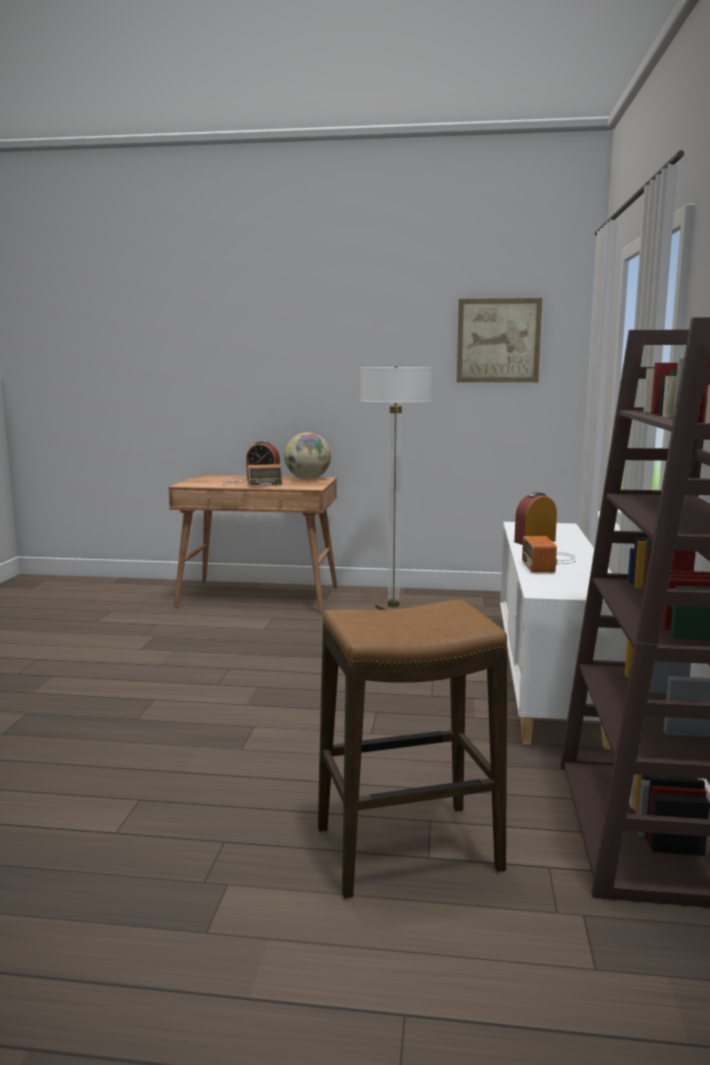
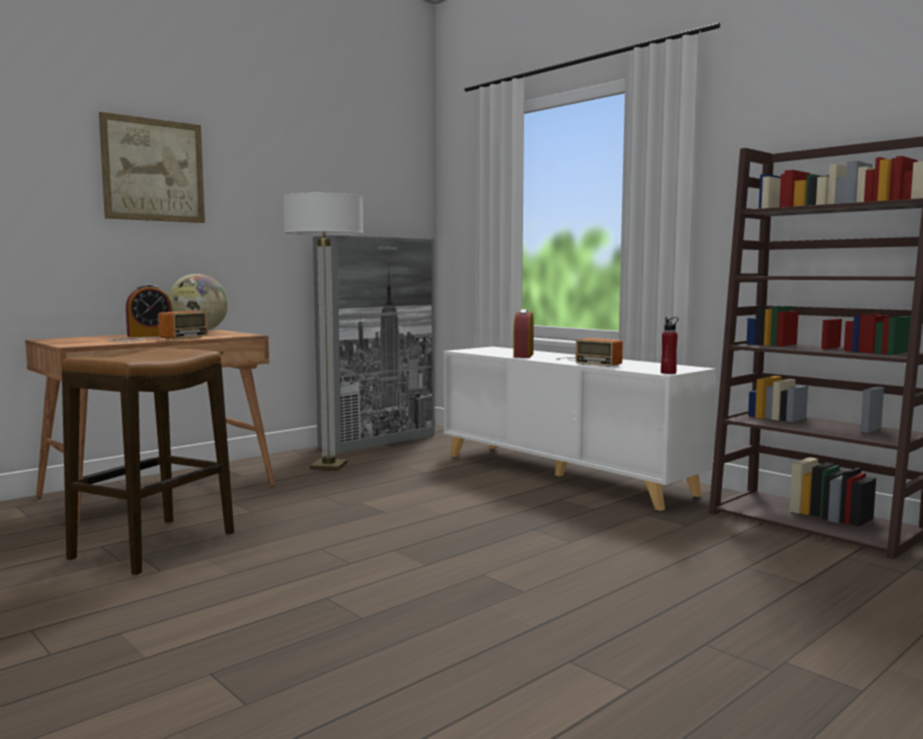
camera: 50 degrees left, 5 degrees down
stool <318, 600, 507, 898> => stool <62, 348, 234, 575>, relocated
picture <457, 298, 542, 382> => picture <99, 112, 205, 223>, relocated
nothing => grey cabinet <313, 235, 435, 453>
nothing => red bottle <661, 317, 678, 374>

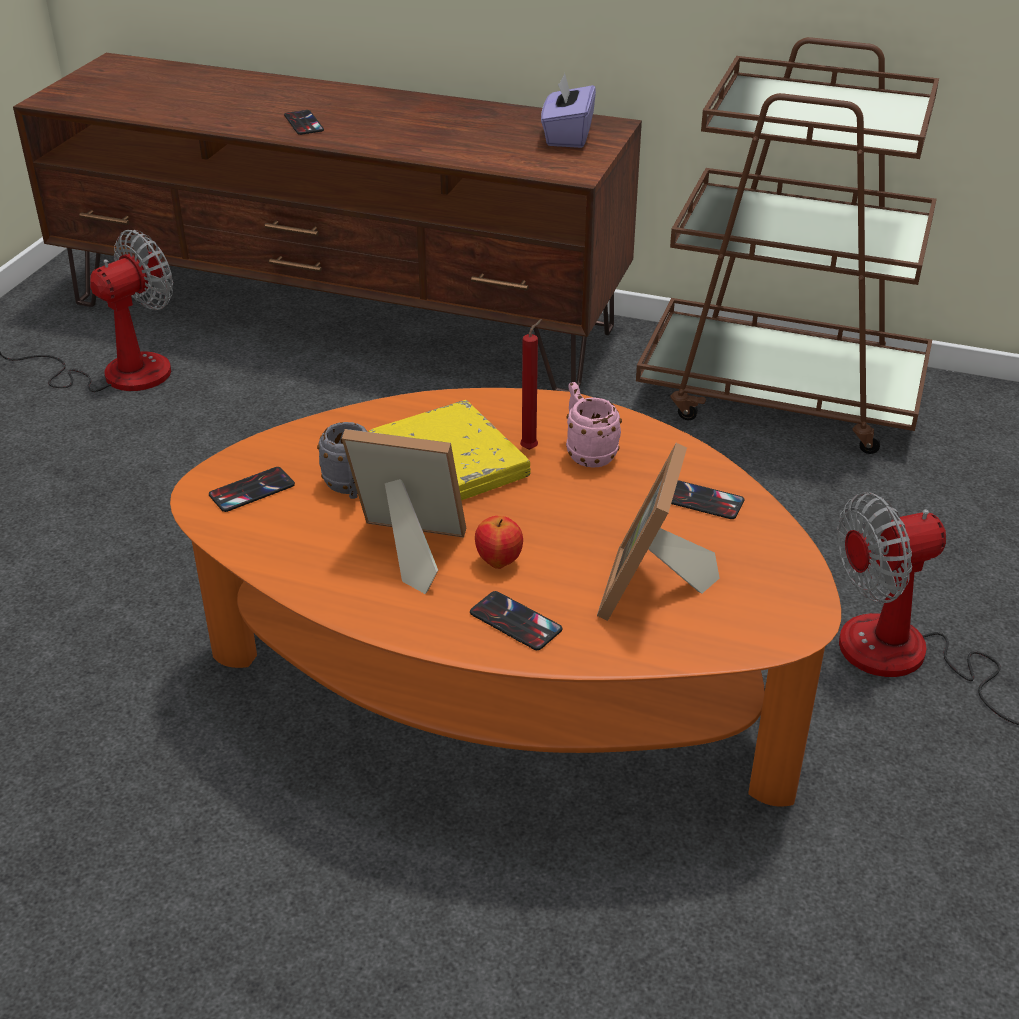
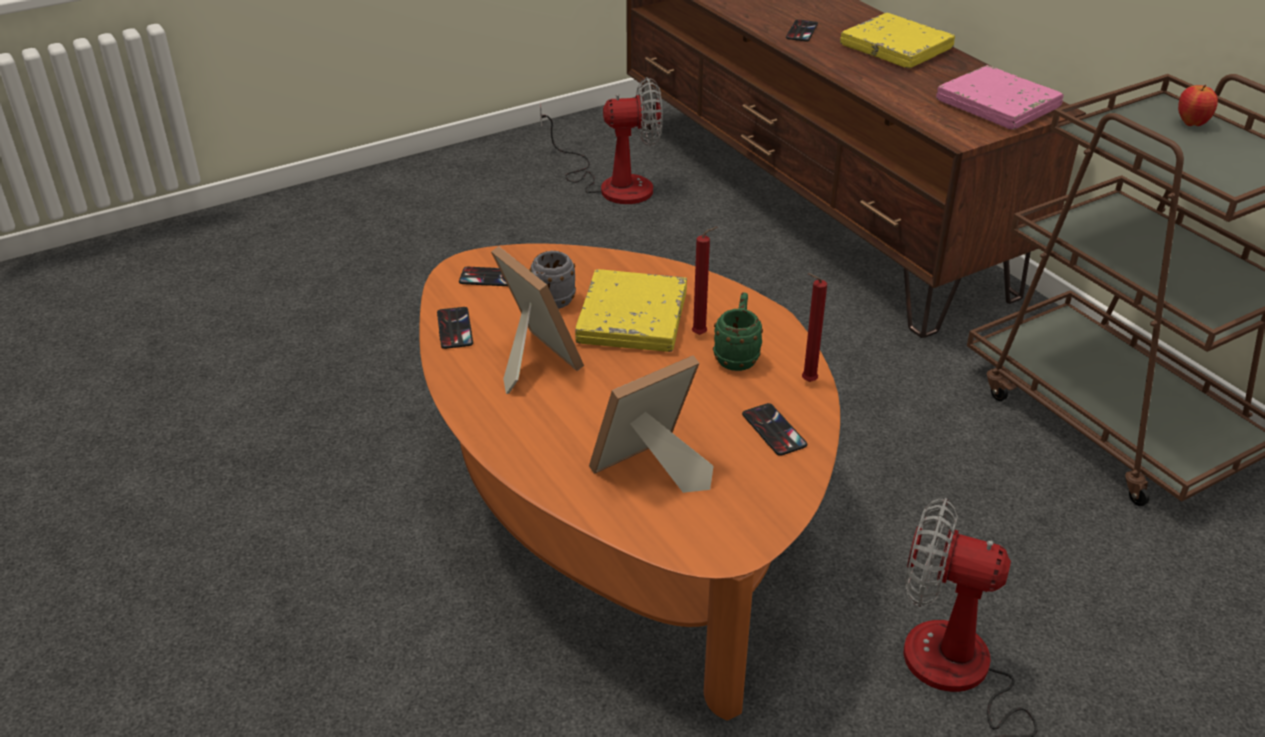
camera: 40 degrees right, 0 degrees up
phone <470, 591, 562, 650> => phone <437, 307, 473, 349>, relocated
pink mug <566, 382, 622, 468> => green mug <713, 292, 763, 371>
nothing => red candle <802, 273, 827, 382>
nothing => yellow book <840, 13, 955, 69>
purple tissue box <541, 73, 596, 148> => pink book <936, 65, 1064, 130>
apple <475, 516, 523, 569> => apple <1178, 84, 1218, 126>, relocated

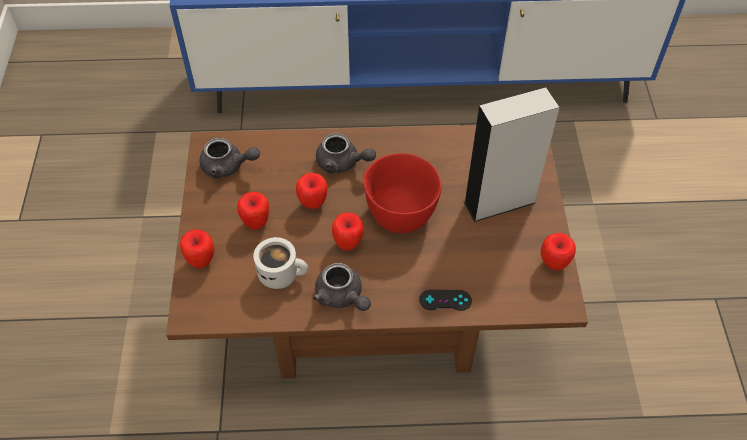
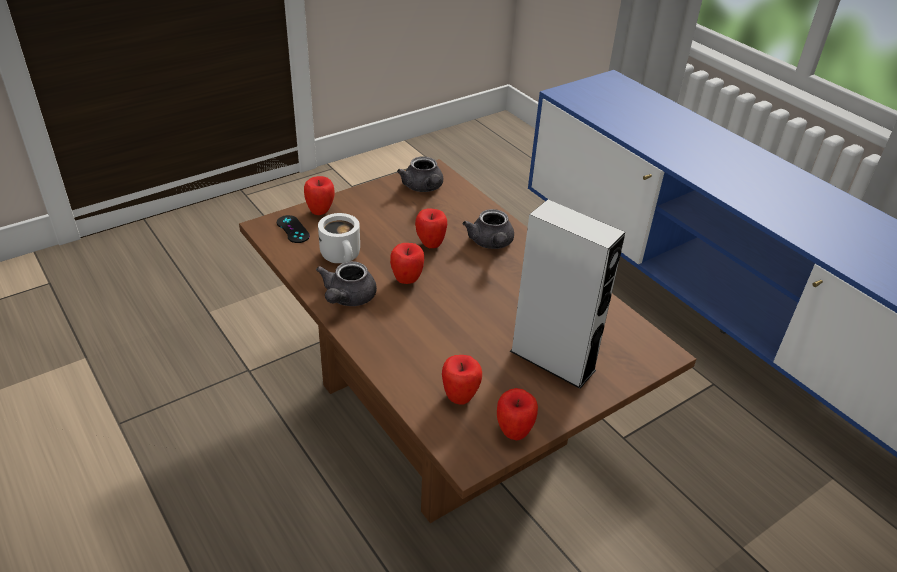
camera: 55 degrees right, 15 degrees down
black game controller <419, 290, 472, 311> => black game controller <277, 215, 310, 243>, relocated
apple <237, 192, 269, 230> => apple <442, 355, 482, 404>, relocated
red bowl <363, 153, 441, 233> => nothing

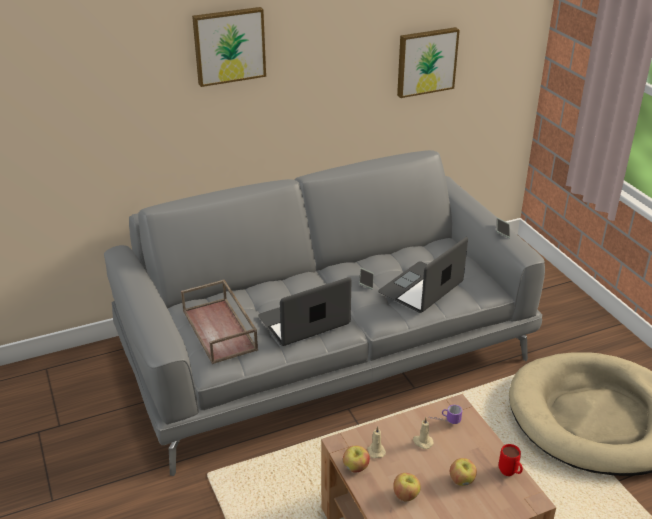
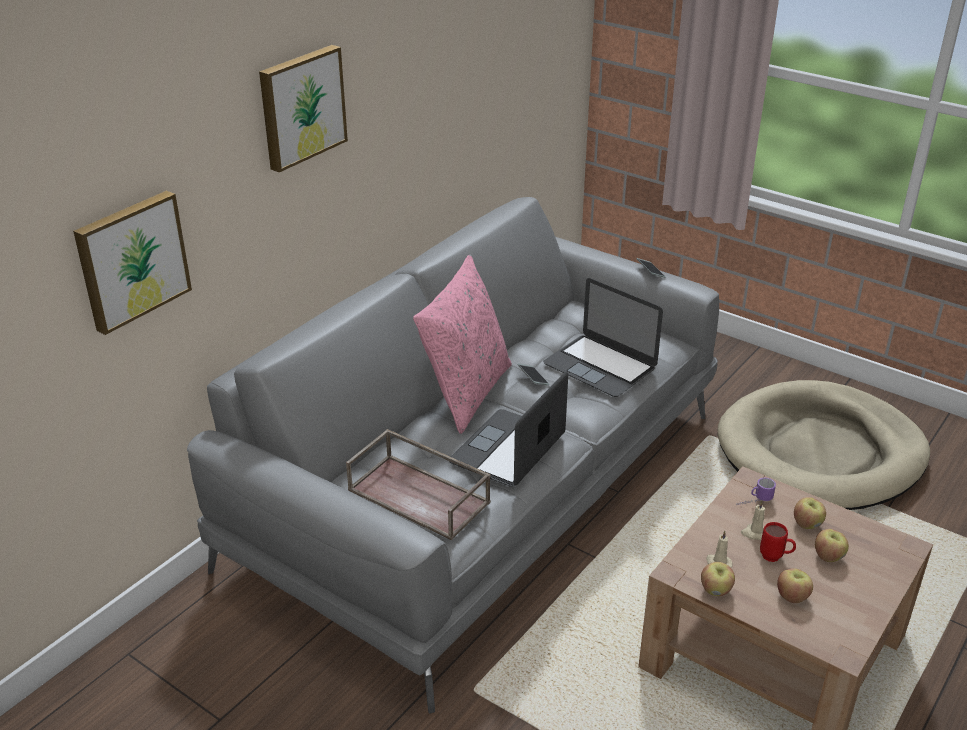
camera: 30 degrees left, 0 degrees up
picture <397, 27, 460, 98> => picture <73, 191, 192, 335>, relocated
nothing => pink pillow <413, 255, 512, 434>
laptop <378, 237, 468, 313> => laptop <543, 278, 663, 397>, 60 degrees counterclockwise
red mug <499, 444, 523, 476> => red mug <760, 522, 796, 562>, relocated
nothing => apple <794, 497, 826, 529>

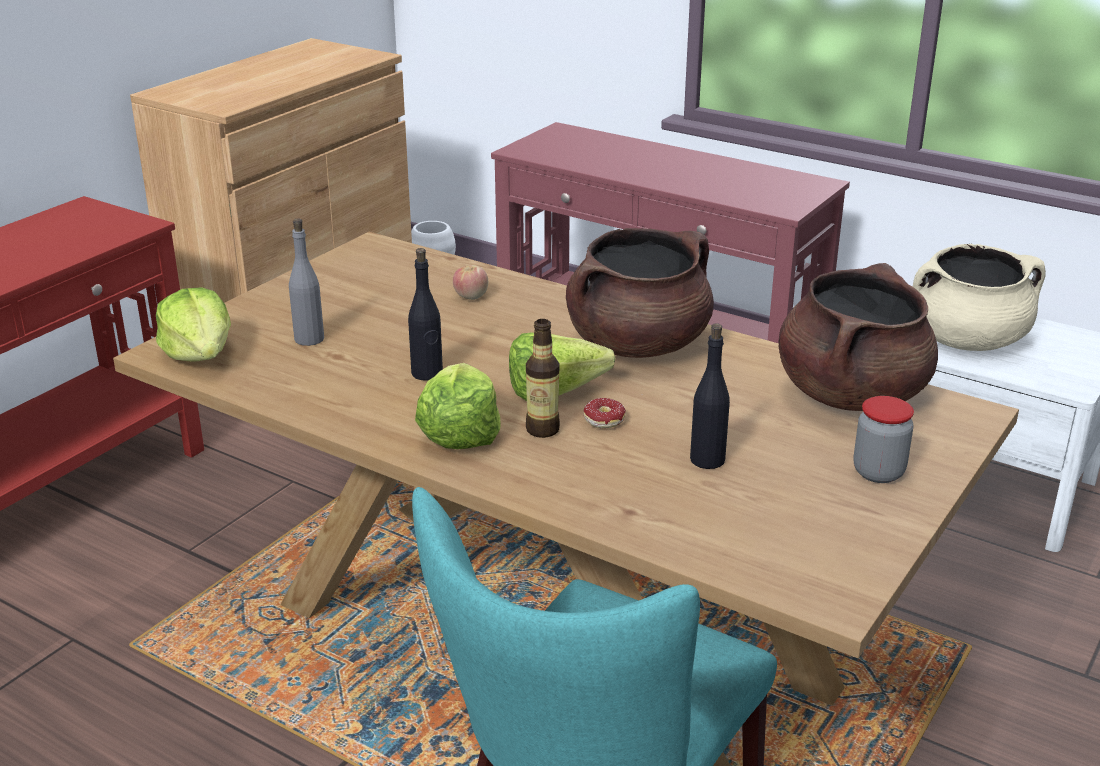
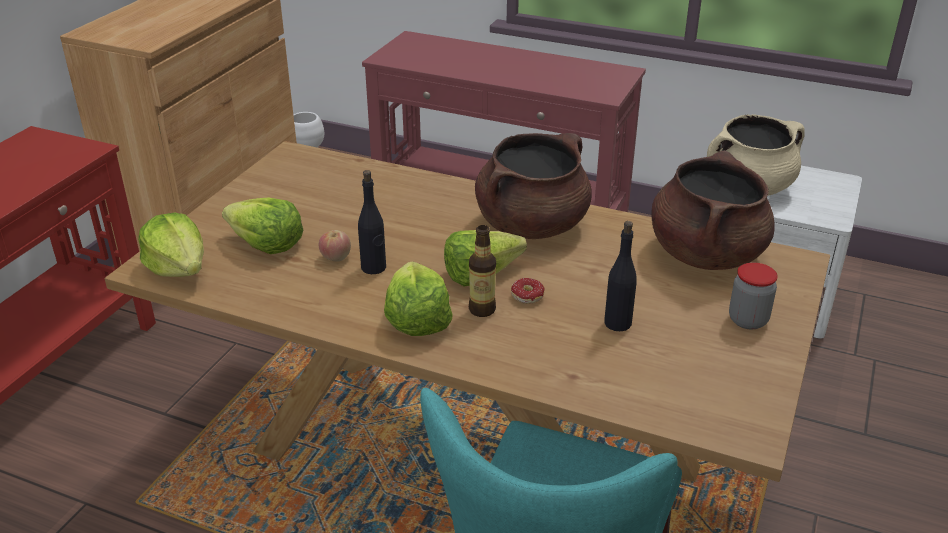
camera: 10 degrees left, 5 degrees up
grey bottle <289, 219, 324, 346> => lettuce <222, 197, 303, 254>
apple <453, 265, 488, 300> => apple <319, 230, 351, 262>, relocated

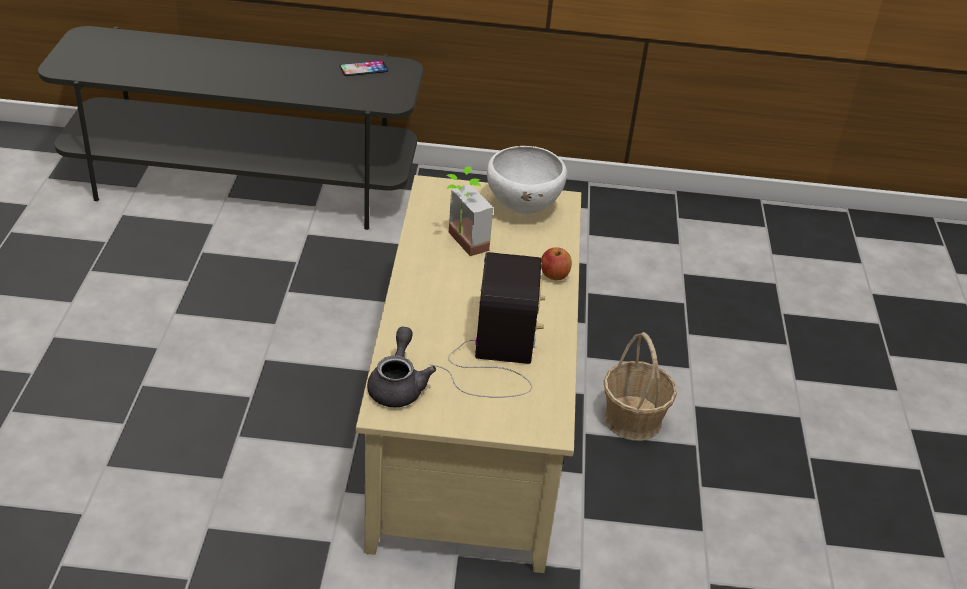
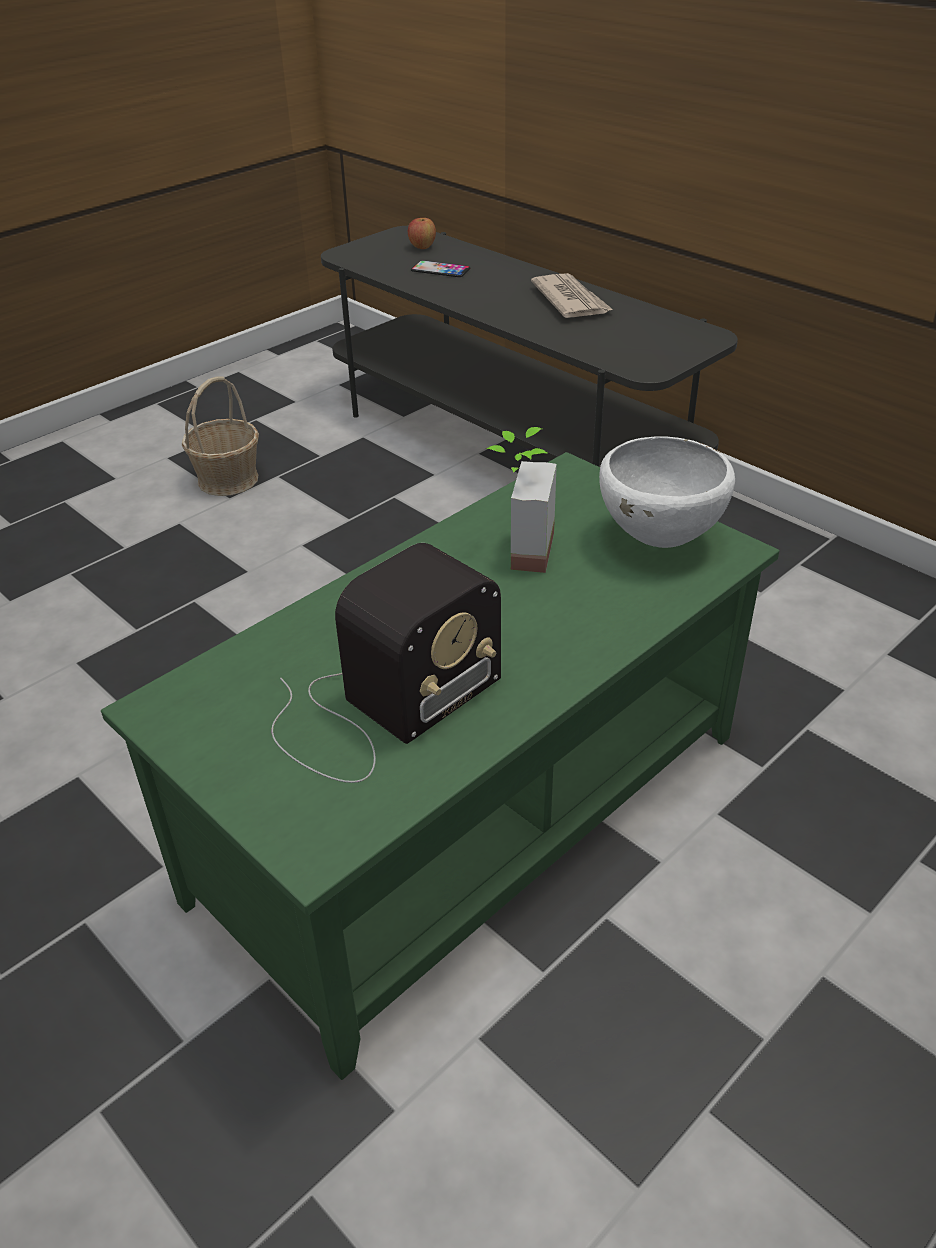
camera: 45 degrees right, 0 degrees up
beige coffee table <356, 175, 581, 573> => green coffee table <101, 452, 780, 1080>
basket <604, 332, 677, 441> => basket <182, 377, 259, 496>, relocated
apple <541, 247, 572, 280> => apple <408, 218, 436, 249>, relocated
phone <340, 60, 388, 76> => phone <411, 260, 470, 277>, relocated
nothing => newspaper <531, 273, 613, 318>
grey teapot <367, 327, 436, 407> => nothing

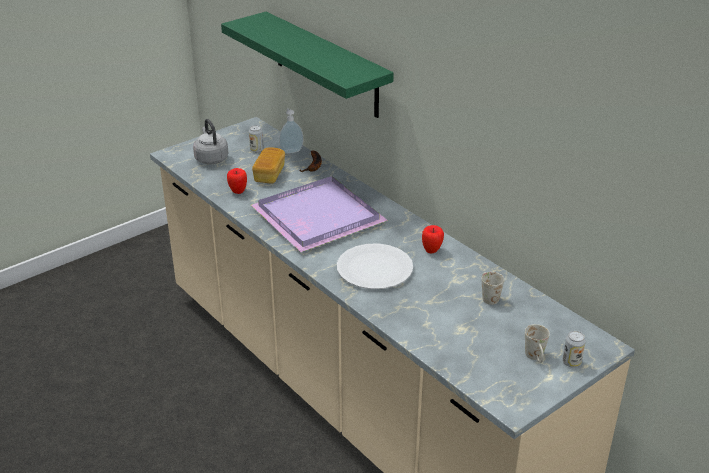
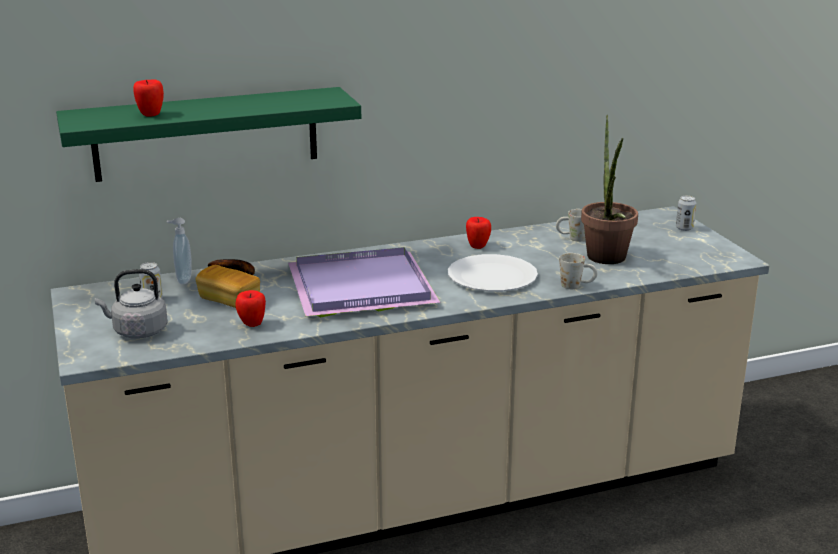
camera: 70 degrees left, 10 degrees down
nothing => apple <133, 79, 164, 117>
white mug <525, 324, 550, 363> => white mug <559, 253, 597, 289>, relocated
nothing => potted plant <581, 115, 638, 264>

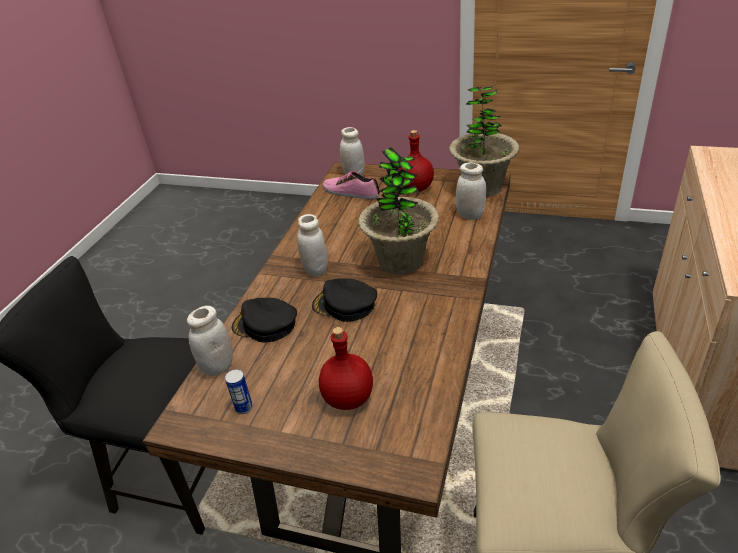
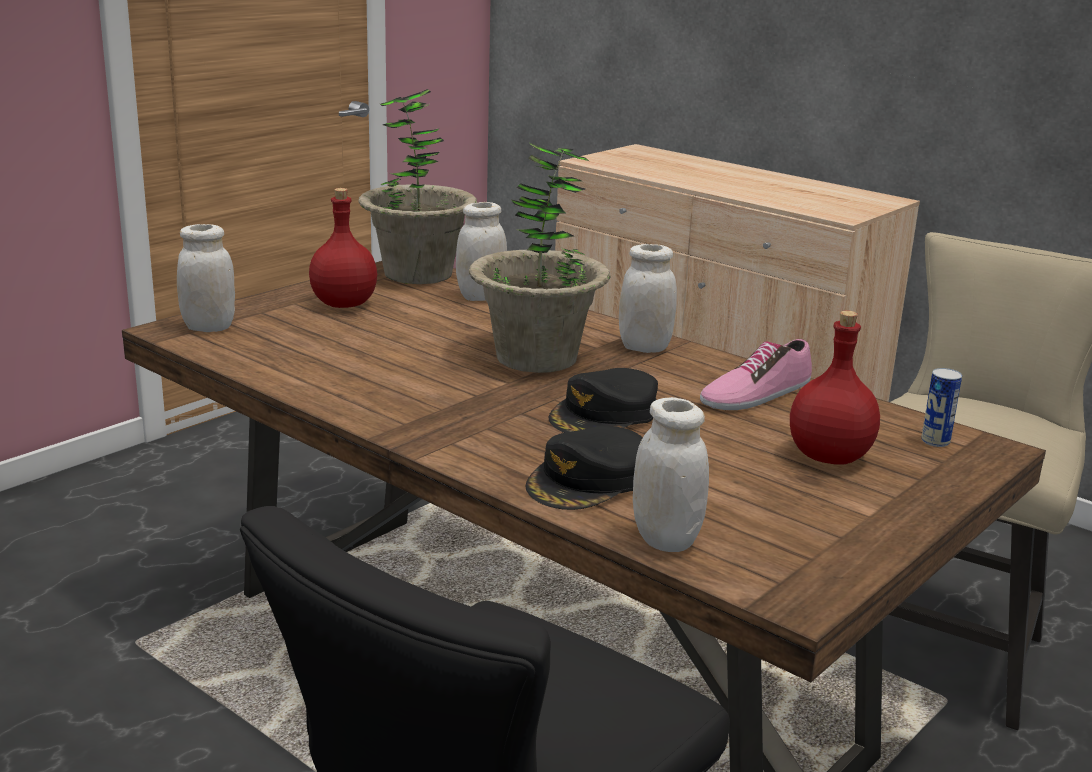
camera: 70 degrees left, 15 degrees down
white jar <297, 214, 328, 276> => white jar <619, 244, 677, 353>, relocated
shoe <323, 171, 380, 199> => shoe <700, 339, 812, 410>, relocated
can <225, 369, 253, 414> => can <921, 368, 962, 447>, relocated

